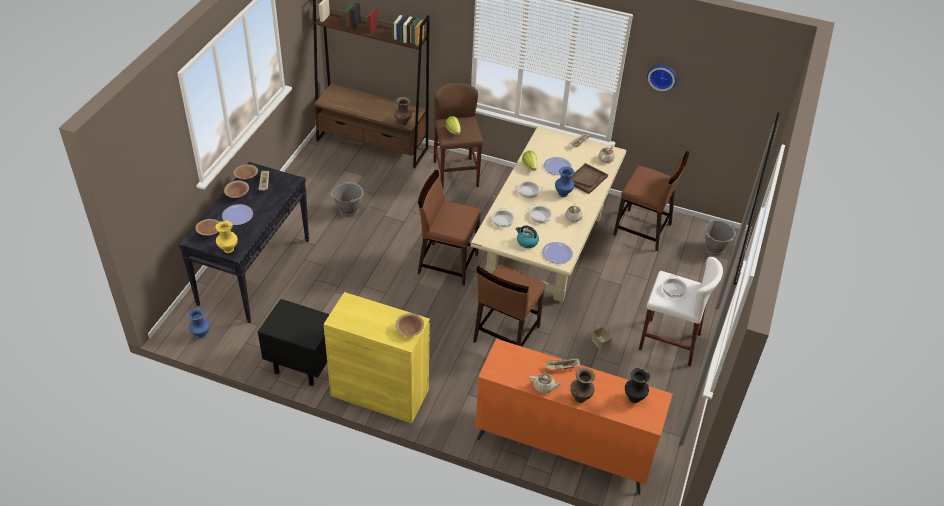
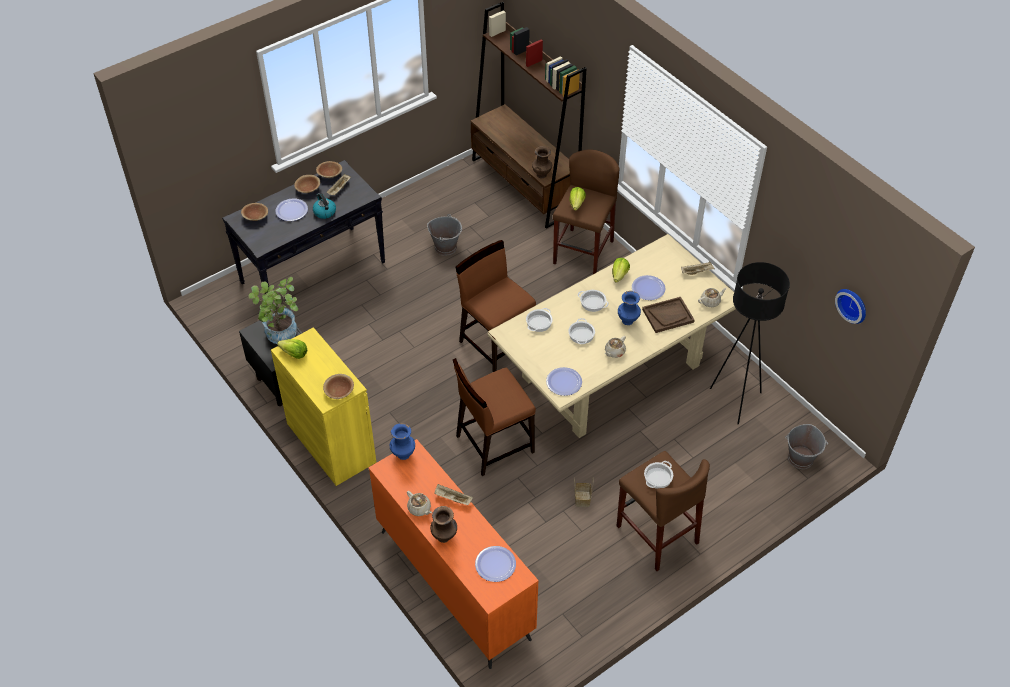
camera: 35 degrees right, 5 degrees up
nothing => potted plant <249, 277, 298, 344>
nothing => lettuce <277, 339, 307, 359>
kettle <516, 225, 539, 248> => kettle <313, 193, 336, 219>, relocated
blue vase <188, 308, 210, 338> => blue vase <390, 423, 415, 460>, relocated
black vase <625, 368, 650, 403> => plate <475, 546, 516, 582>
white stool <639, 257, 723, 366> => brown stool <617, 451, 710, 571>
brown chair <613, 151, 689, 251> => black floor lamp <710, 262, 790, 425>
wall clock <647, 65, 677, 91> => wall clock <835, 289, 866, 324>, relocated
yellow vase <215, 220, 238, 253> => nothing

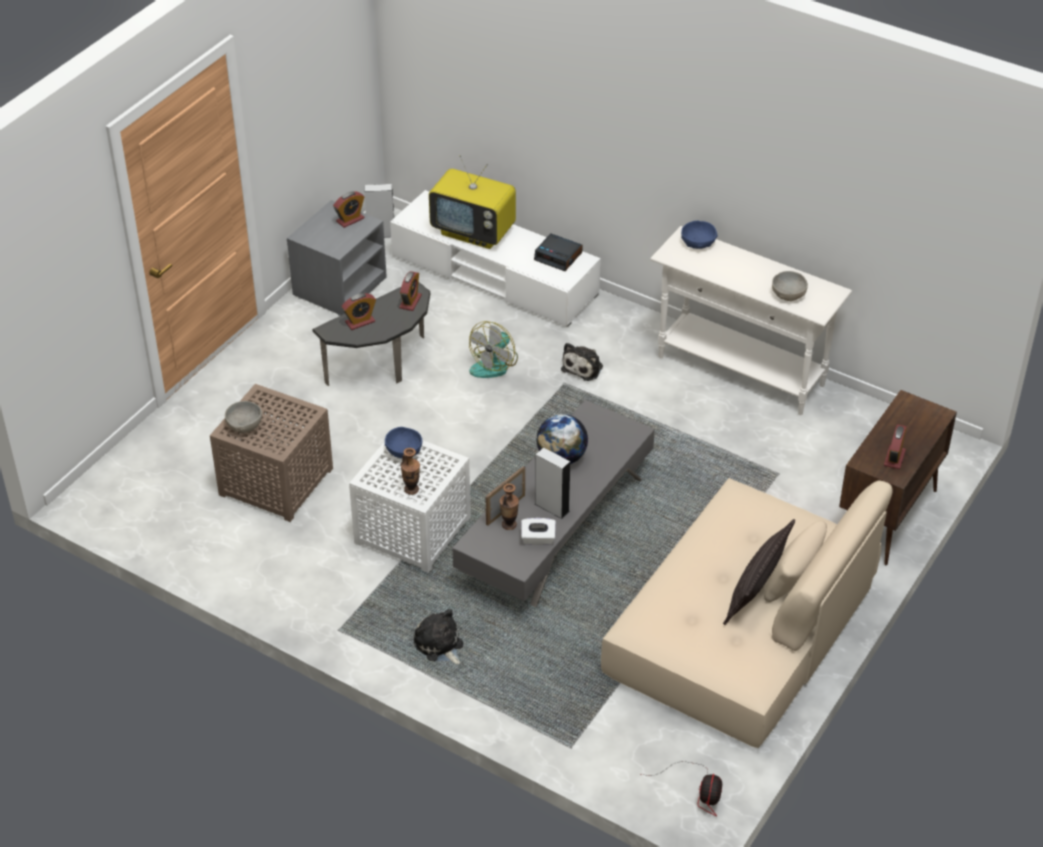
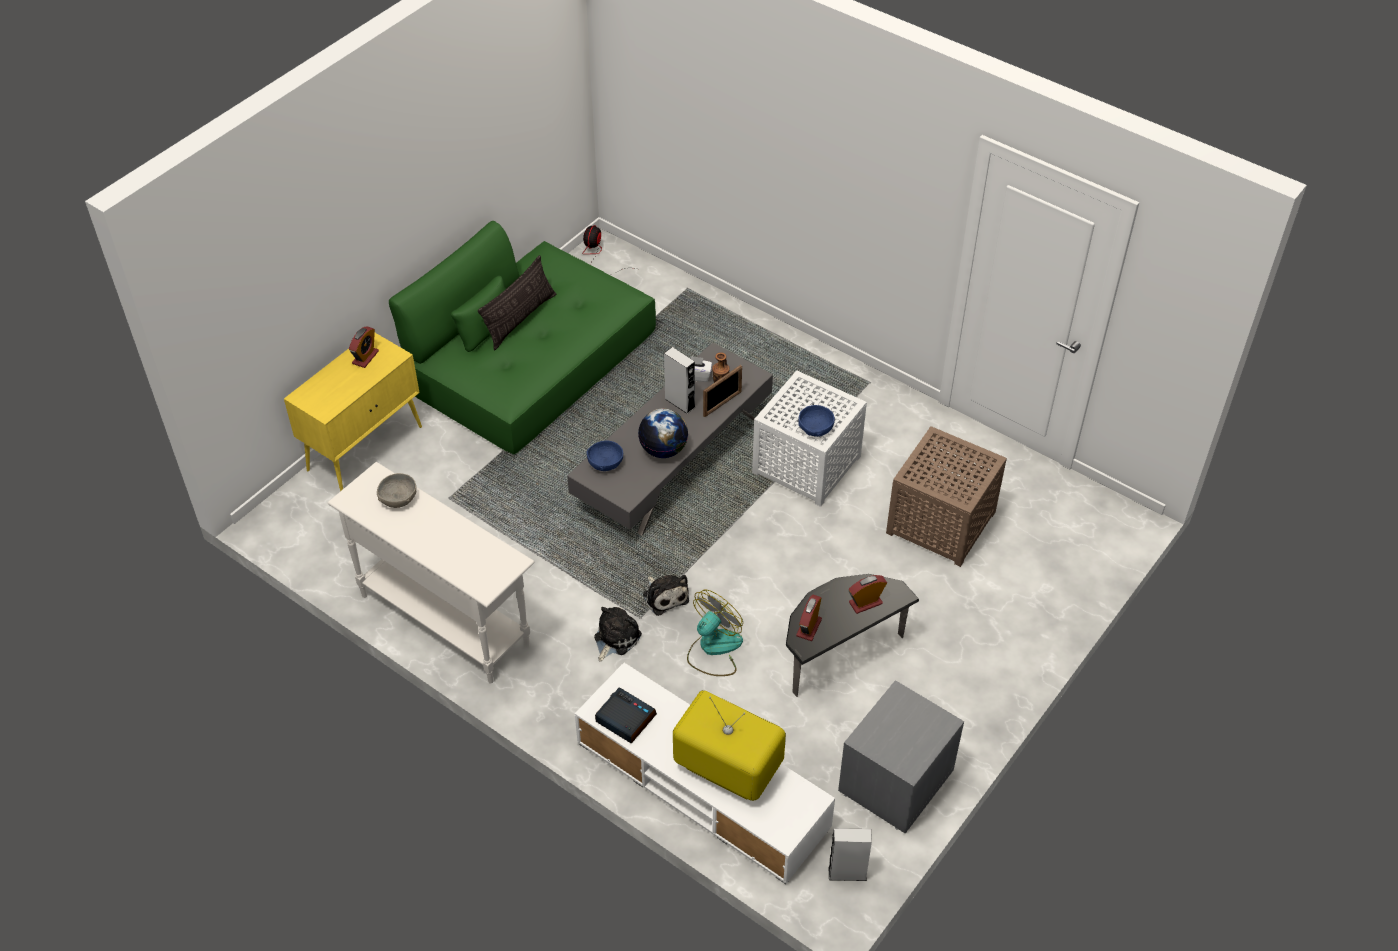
camera: 175 degrees left, 5 degrees up
brown cabinet <839, 390, 957, 565> => yellow cabinet <284, 333, 422, 491>
beige sofa <601, 478, 893, 748> => green sofa <389, 221, 656, 454>
blue bowl <681, 221, 718, 249> => blue bowl <586, 441, 623, 471>, relocated
plush toy <414, 609, 463, 665> => plush toy <643, 575, 689, 616>, relocated
grey bowl <225, 401, 263, 433> => nothing
alarm clock <333, 191, 364, 228> => nothing
vase <401, 448, 420, 495> => nothing

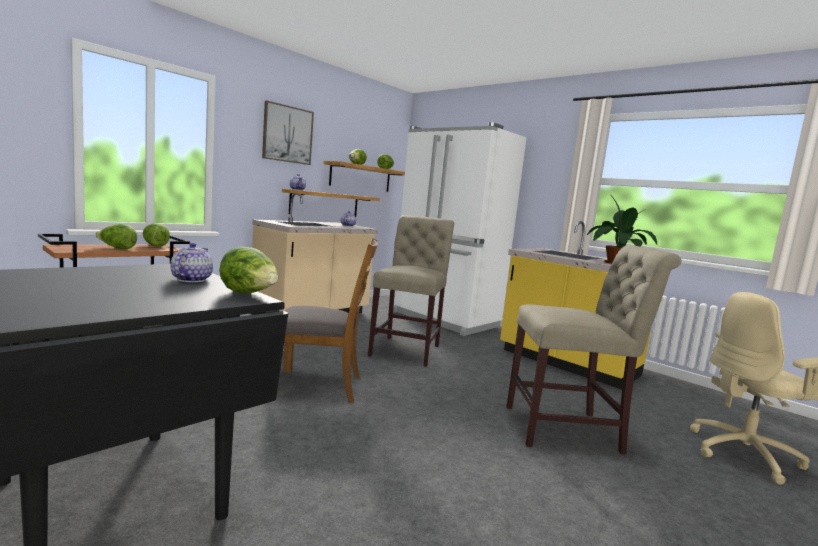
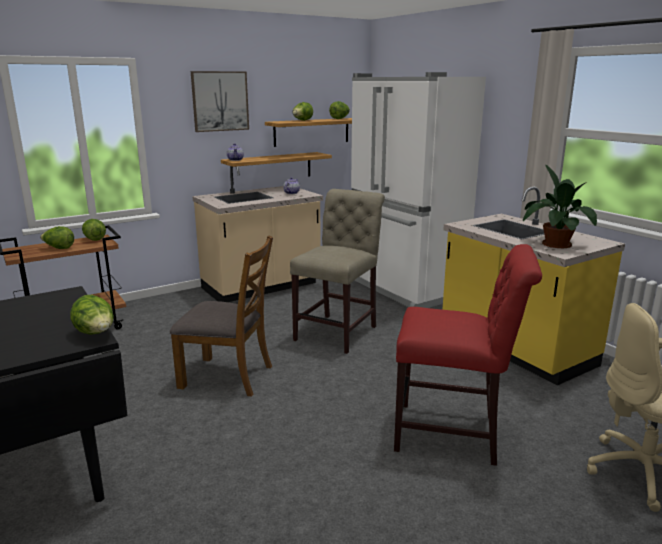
camera: 15 degrees right, 10 degrees up
beige chair <507, 245, 682, 454> => red chair <394, 244, 542, 466>
teapot <171, 243, 213, 282> => nothing

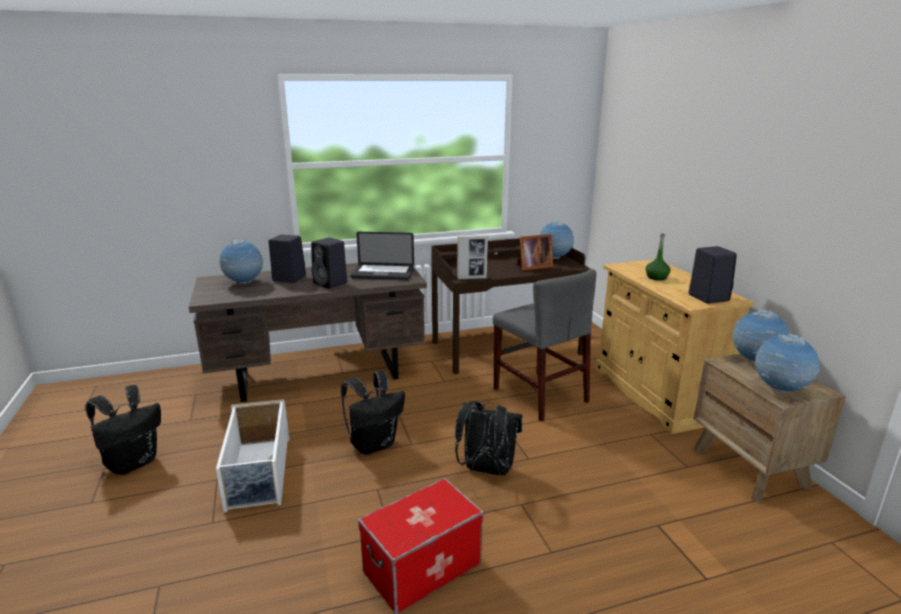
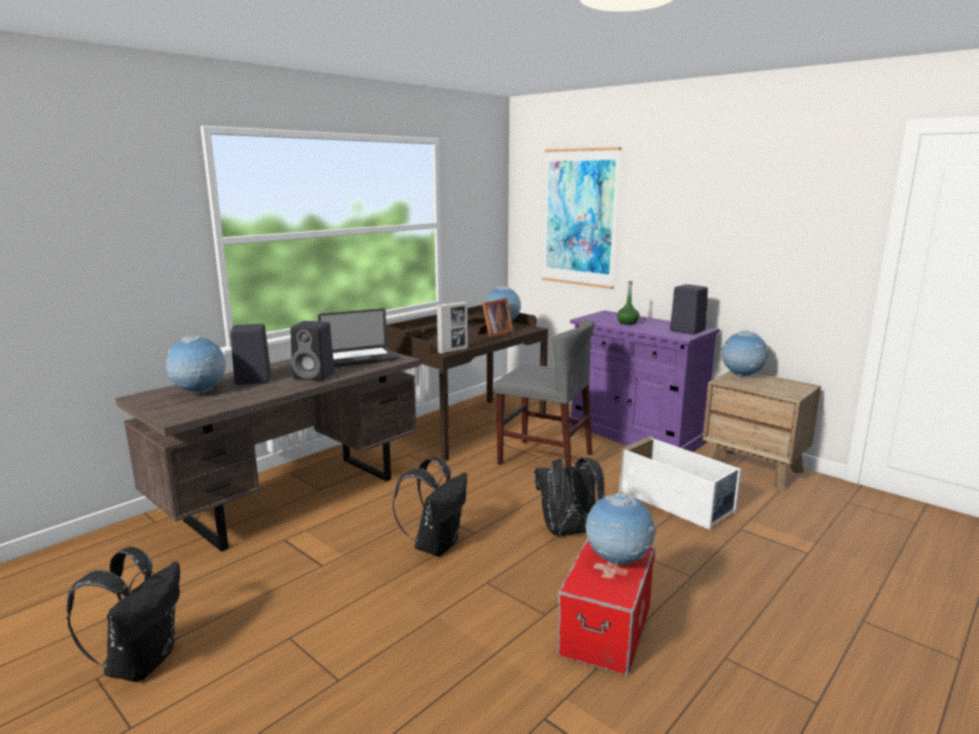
camera: 30 degrees left, 5 degrees down
nothing => picture <542, 147, 621, 289>
beige cabinet <596, 259, 754, 434> => purple cabinet <569, 310, 720, 452>
globe <755, 334, 820, 392> => globe <586, 493, 656, 565>, relocated
white storage box <216, 399, 290, 512> => white storage box <619, 435, 741, 530>, relocated

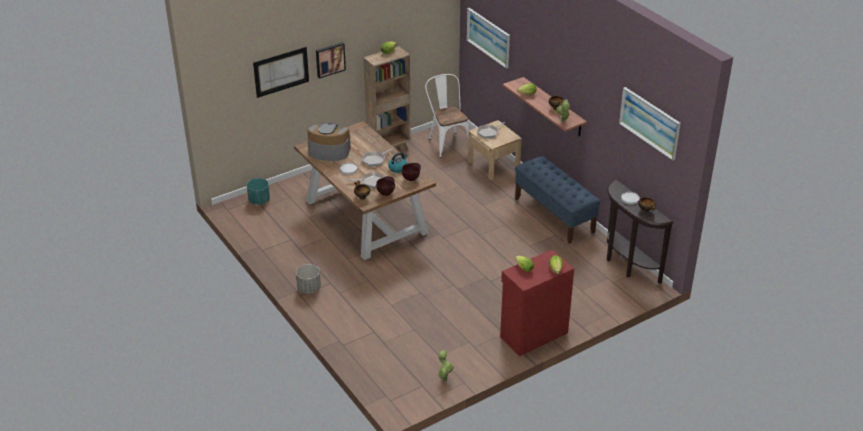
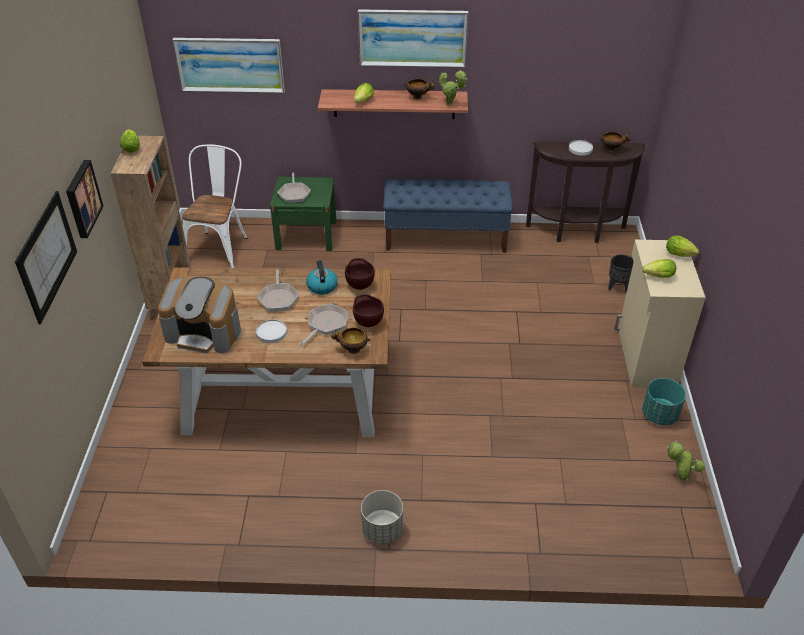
camera: 55 degrees left, 5 degrees up
coffee machine <307, 123, 351, 161> => coffee machine <158, 276, 241, 353>, 120 degrees counterclockwise
white chair <425, 74, 470, 158> => white chair <182, 144, 247, 268>, 90 degrees clockwise
beige nightstand <468, 120, 522, 180> => green nightstand <270, 177, 336, 251>
picture <619, 87, 681, 161> => picture <358, 9, 468, 68>, relocated
nothing => black planter <608, 254, 634, 292>
red cabinet <500, 250, 574, 356> => beige cabinet <614, 240, 706, 388>
turquoise planter <247, 178, 270, 205> => turquoise planter <642, 378, 686, 425>, relocated

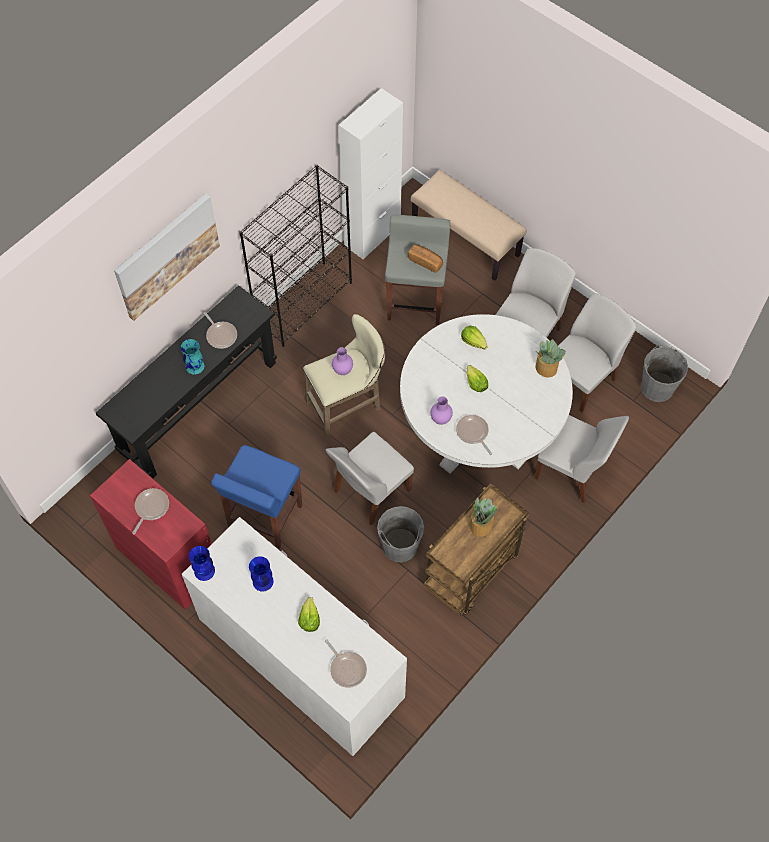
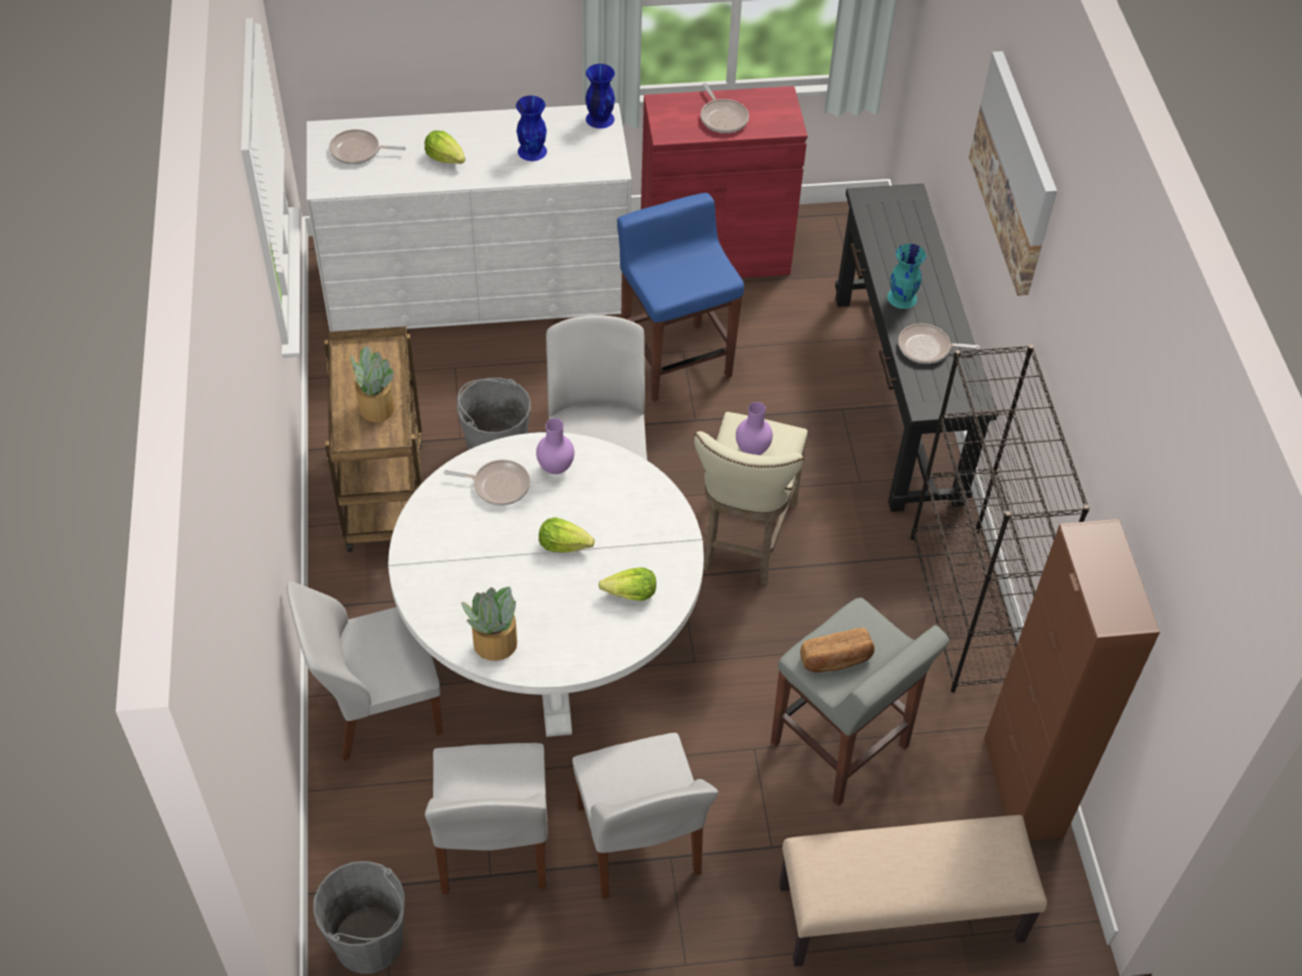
camera: 130 degrees right, 10 degrees down
white cabinet <339, 88, 403, 260> => brown cabinet <984, 519, 1160, 841>

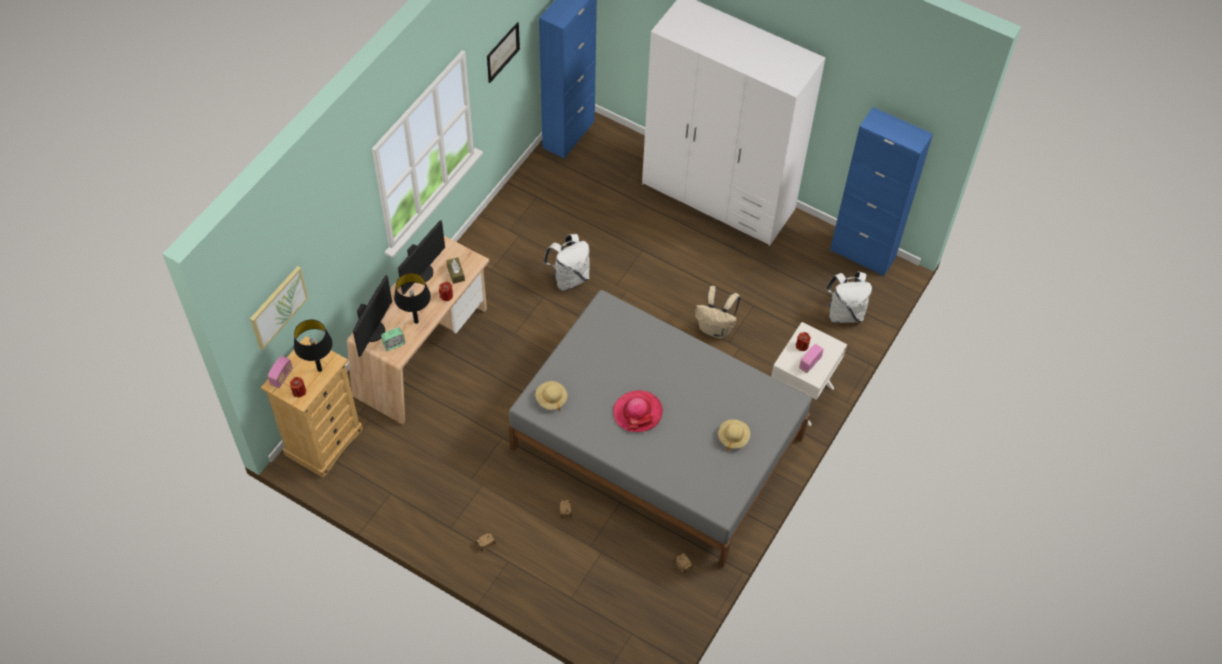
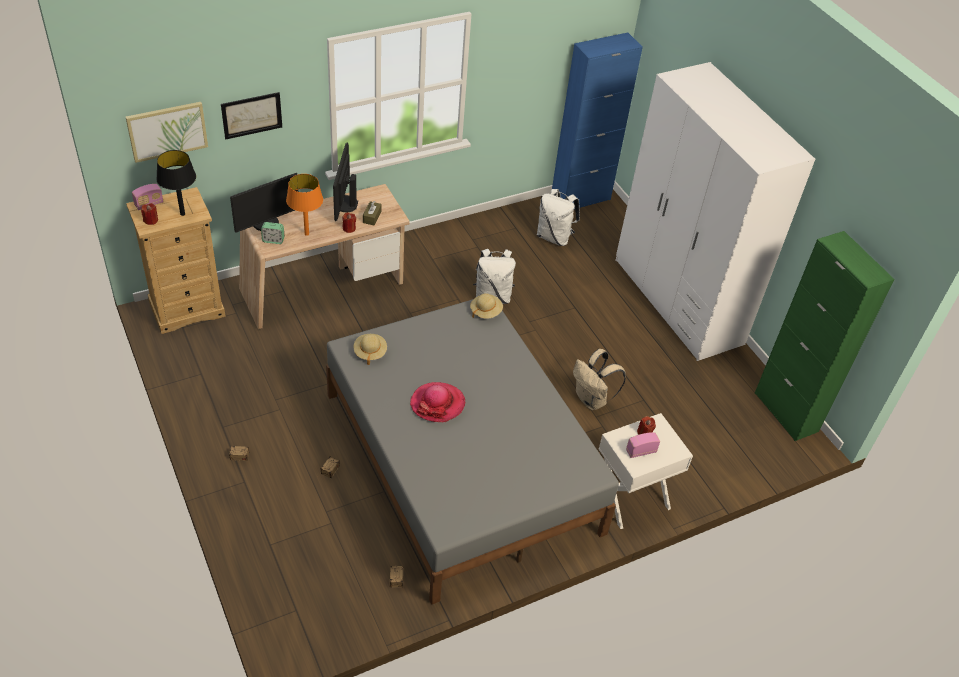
camera: 30 degrees right, 10 degrees down
picture <487, 22, 520, 83> => picture <221, 92, 282, 139>, relocated
black table lamp <394, 273, 431, 324> => orange table lamp <286, 174, 323, 236>
monitor <398, 220, 445, 295> => monitor <333, 143, 358, 221>, 120 degrees clockwise
beige hat <718, 419, 750, 451> => beige hat <470, 293, 503, 319>, relocated
white backpack <826, 271, 872, 323> => white backpack <537, 189, 580, 246>, relocated
blue cabinet <830, 107, 933, 276> => green cabinet <755, 231, 895, 441>

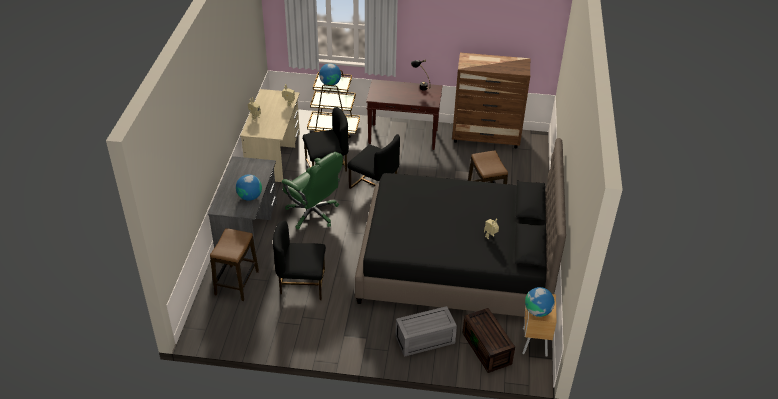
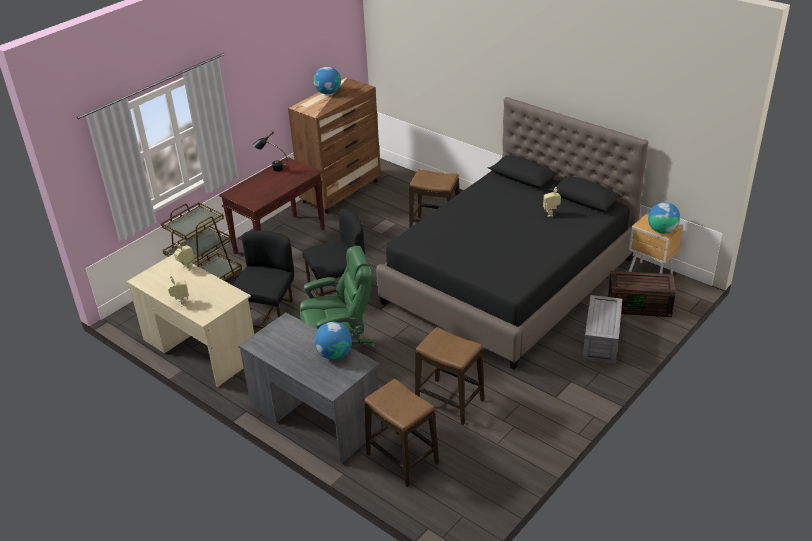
camera: 55 degrees left, 5 degrees down
globe <319, 63, 341, 85> => globe <314, 67, 341, 94>, relocated
black chair <273, 220, 326, 300> => stool <415, 327, 484, 425>

